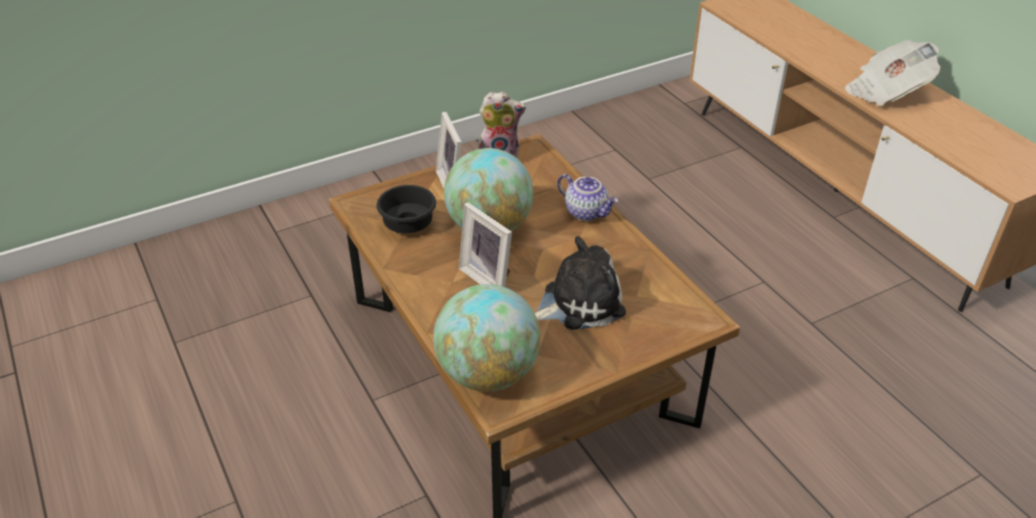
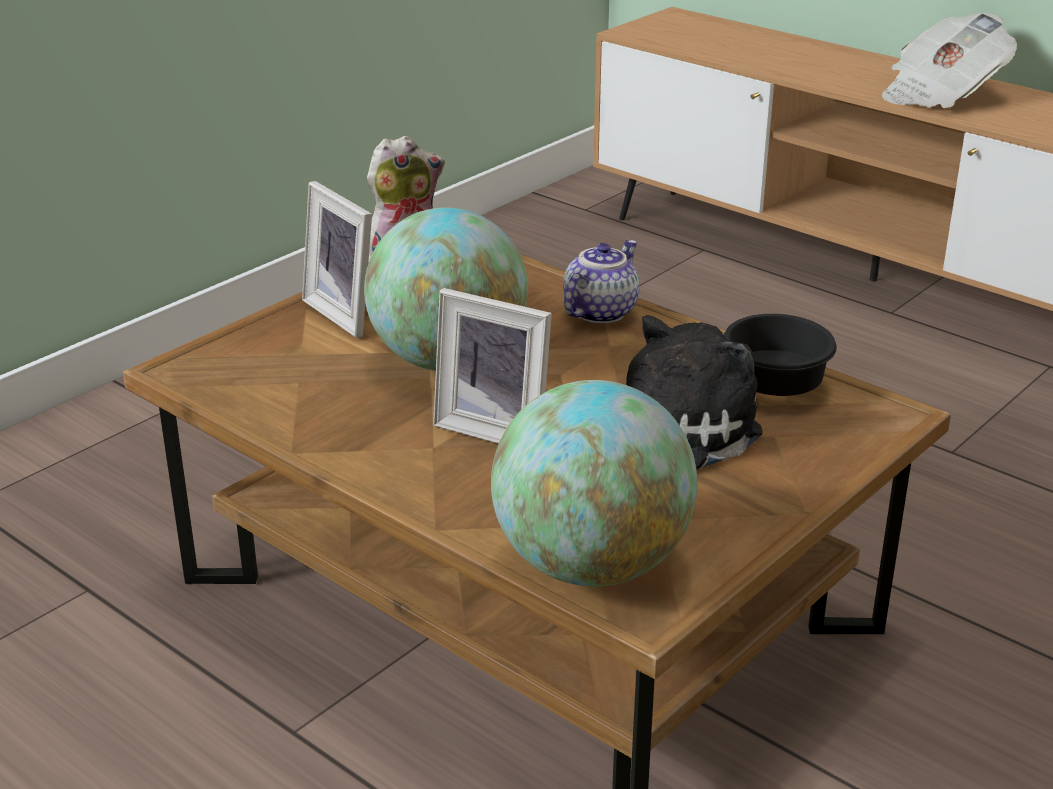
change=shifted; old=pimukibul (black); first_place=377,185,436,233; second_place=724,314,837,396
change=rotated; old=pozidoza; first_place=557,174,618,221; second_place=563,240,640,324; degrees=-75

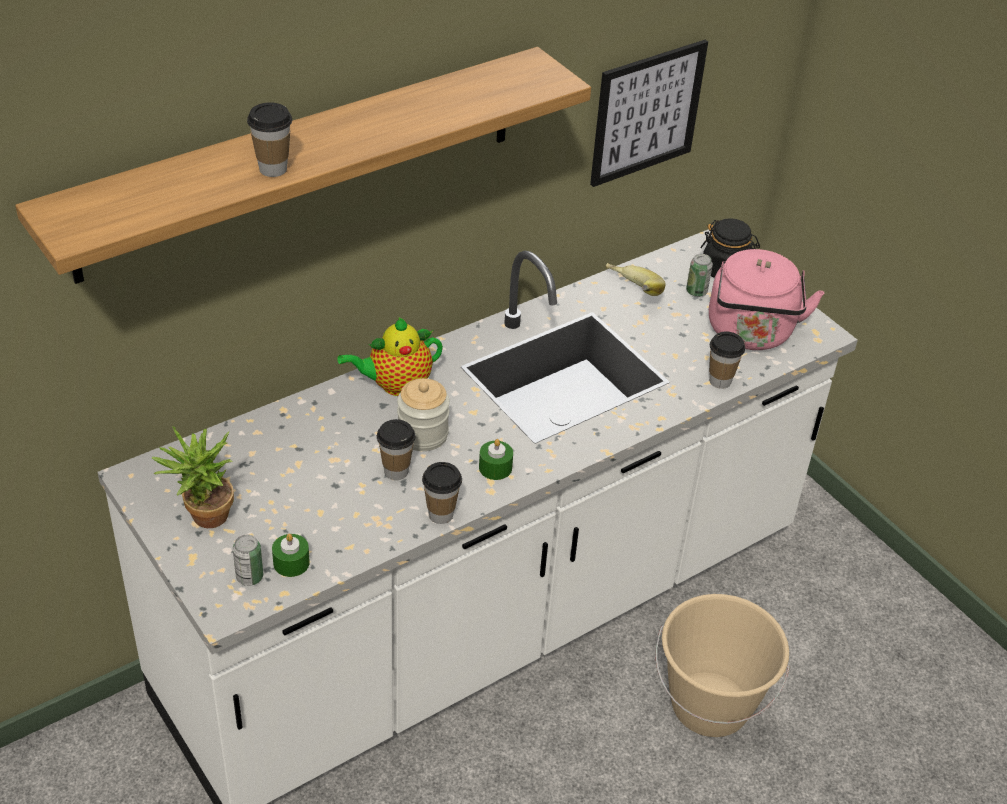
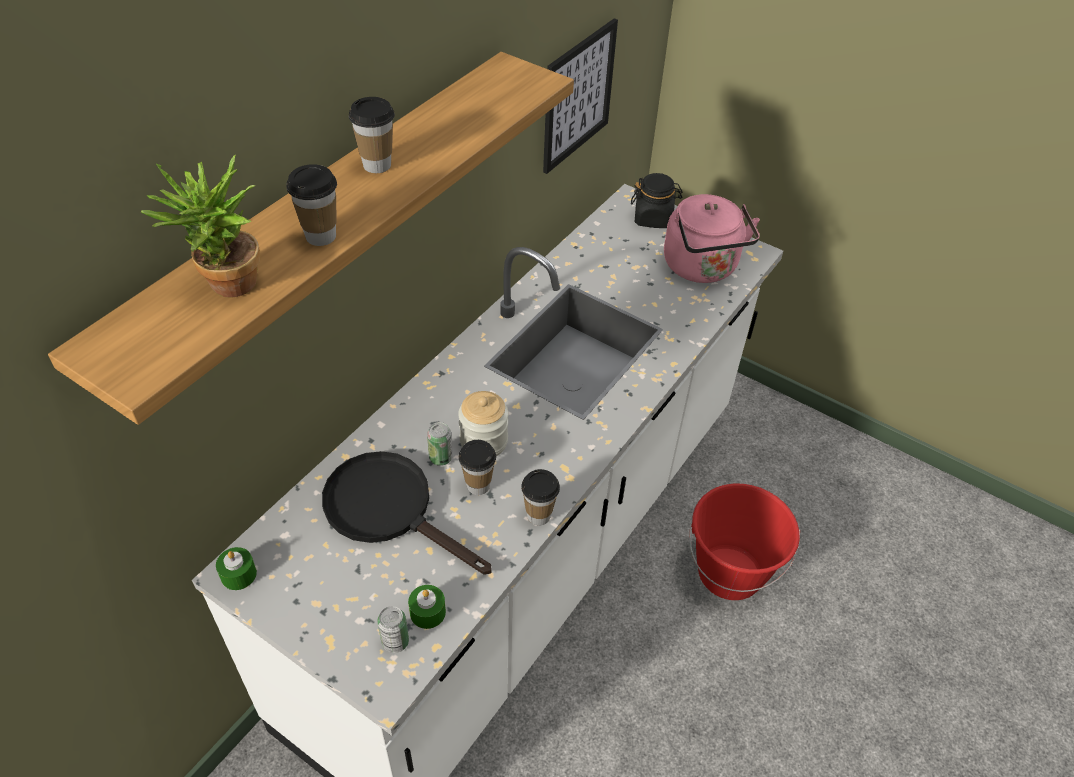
change=shifted; old=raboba; first_place=152,426,234,528; second_place=141,154,260,297
change=gone; old=pozidoza; first_place=337,317,443,396
change=shifted; old=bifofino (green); first_place=479,439,513,480; second_place=216,547,257,590
change=gone; old=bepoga; first_place=606,263,665,296
change=repainted; old=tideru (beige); new=tideru (red); first_place=656,594,790,737; second_place=689,484,800,600
change=shifted; old=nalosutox; first_place=686,254,713,297; second_place=427,422,453,466
change=shifted; old=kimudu; first_place=709,332,745,389; second_place=349,97,395,173
change=new; new=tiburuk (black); second_place=322,451,492,575

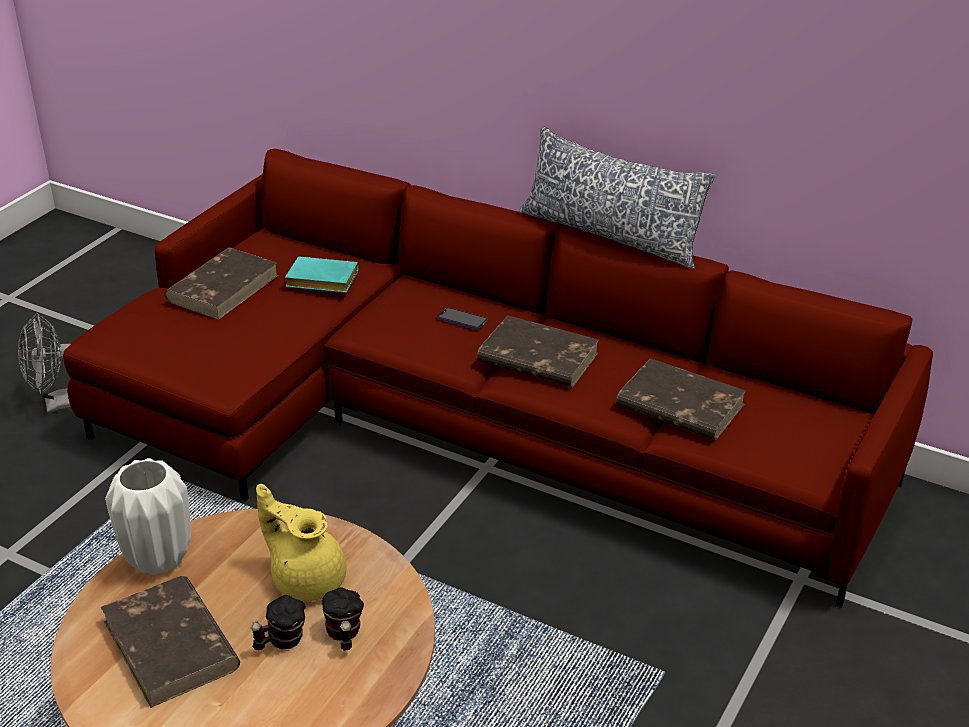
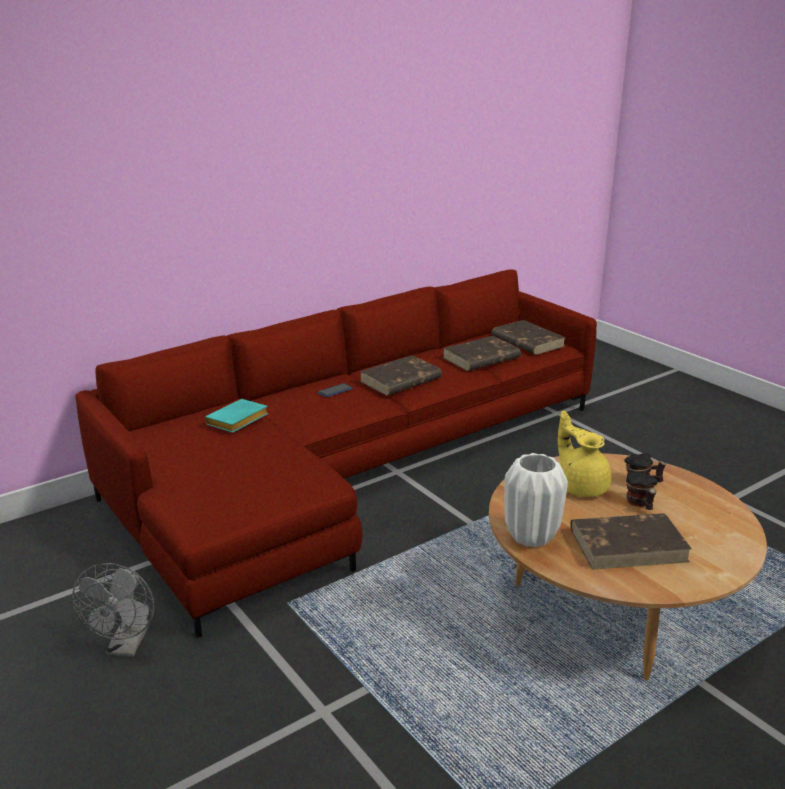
change=shifted; old=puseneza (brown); first_place=165,248,279,320; second_place=492,320,566,355
change=rotated; old=pozidoza (yellow); first_place=256,484,346,601; second_place=558,411,611,497; degrees=90
change=gone; old=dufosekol; first_place=519,126,716,269

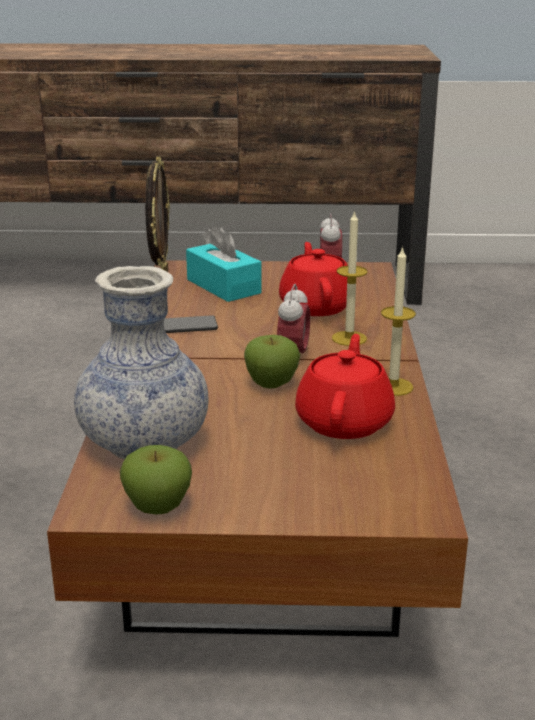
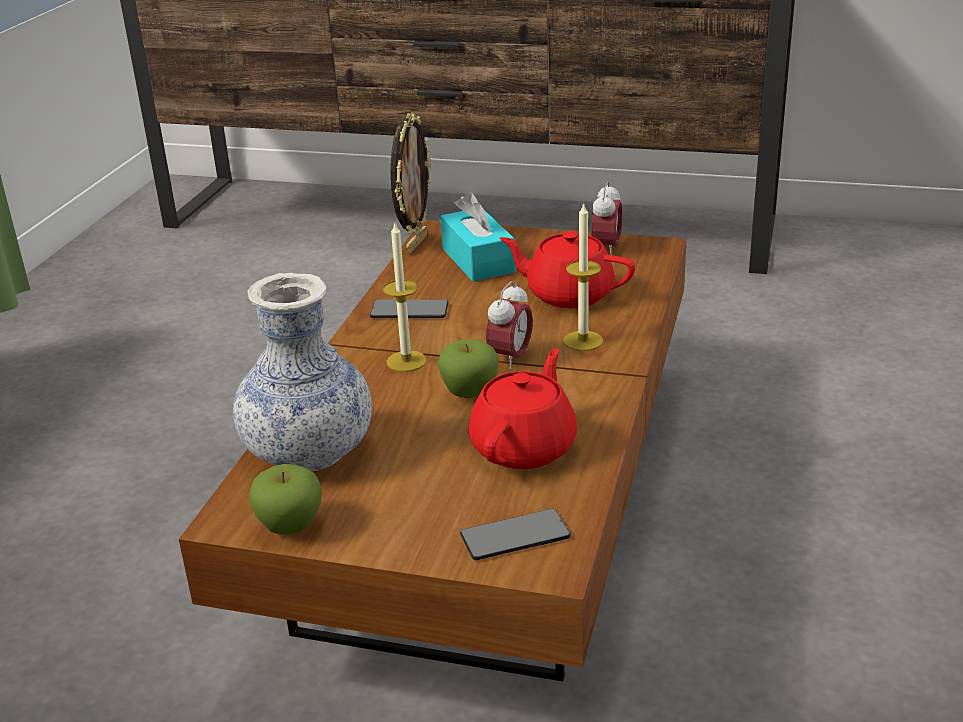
change=rotated; old=pozidoza (red); first_place=279,242,348,316; second_place=500,231,635,308; degrees=-75
change=shifted; old=bifofino; first_place=381,246,416,396; second_place=383,221,427,372
change=new; new=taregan; second_place=460,509,571,560

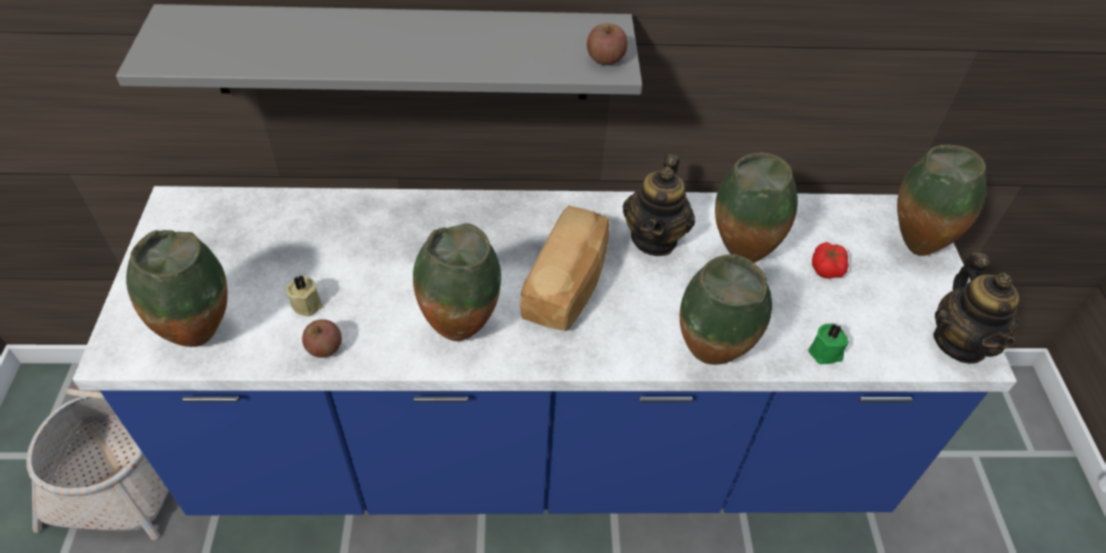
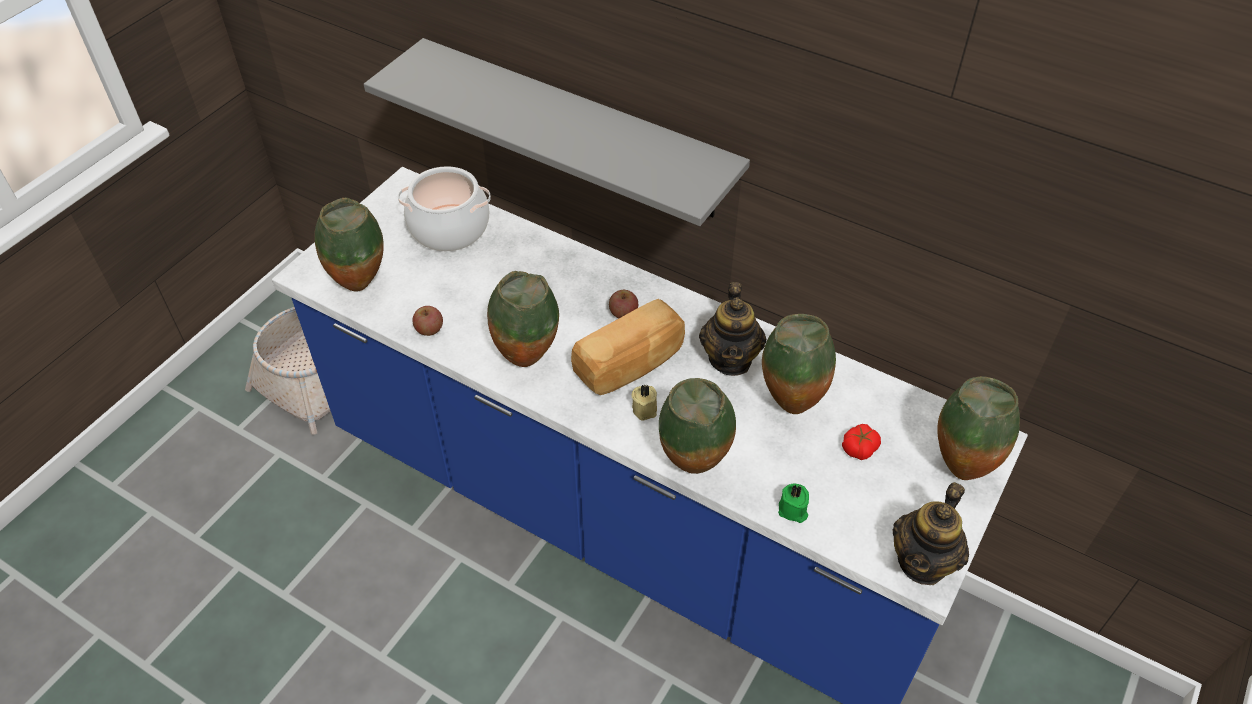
change=shifted; old=bifofino (beige); first_place=286,275,323,317; second_place=631,385,657,421
change=shifted; old=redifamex; first_place=587,24,628,65; second_place=609,290,638,318
change=rotated; old=pozidoza; first_place=623,154,695,256; second_place=699,282,767,376; degrees=-45
change=new; new=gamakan; second_place=398,166,491,251

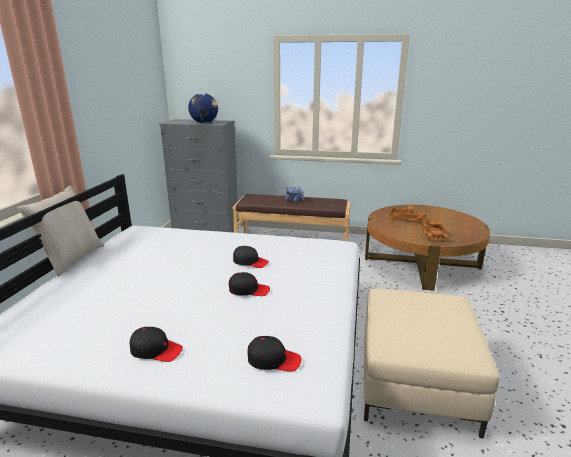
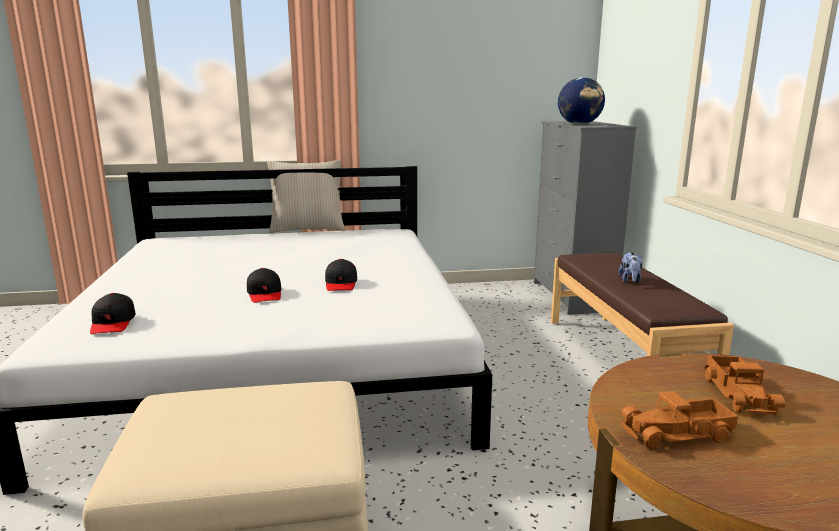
change=gone; old=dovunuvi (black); first_place=130,327,183,362

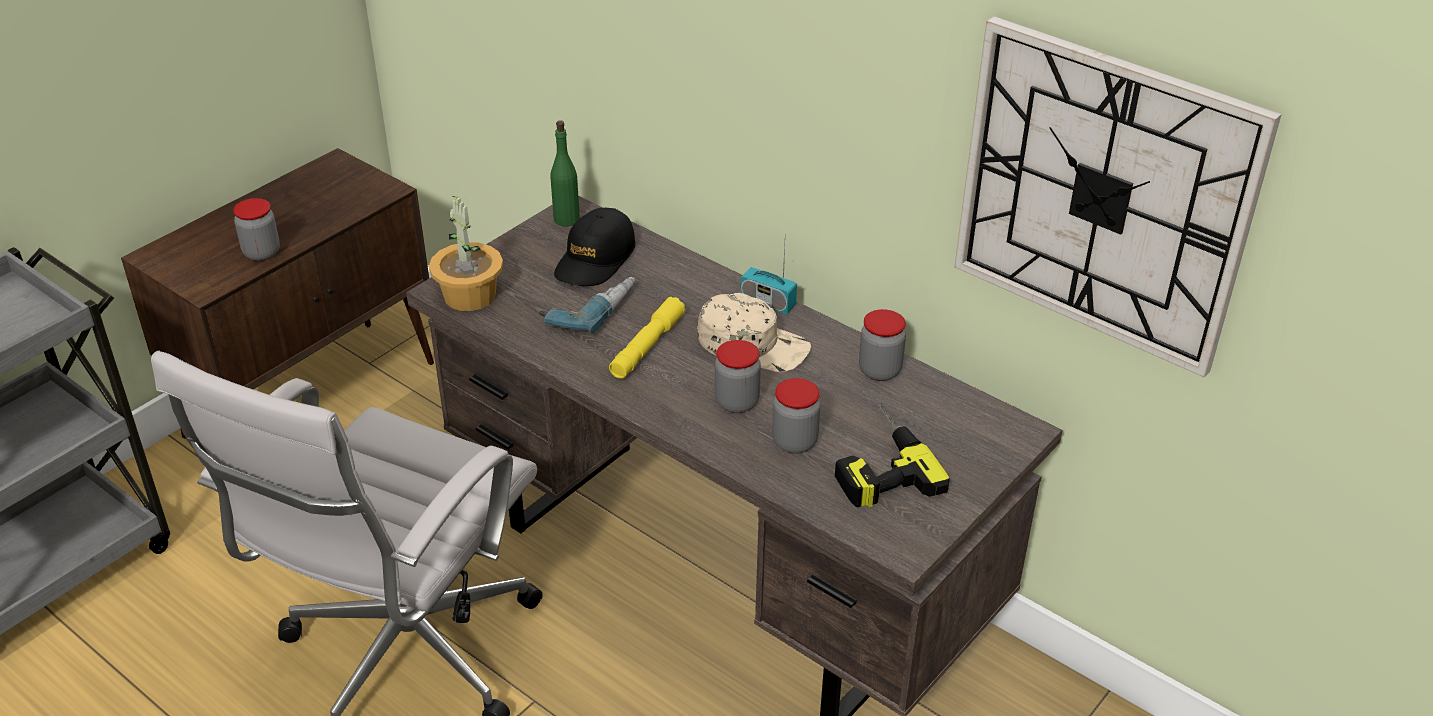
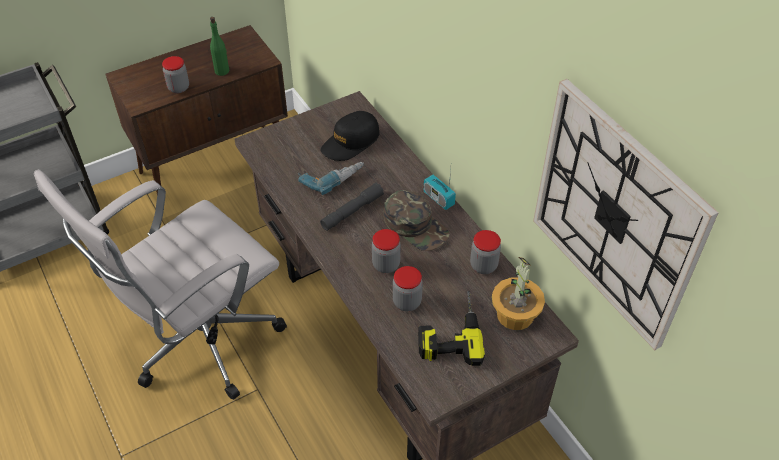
change=shifted; old=raboba; first_place=429,196,503,311; second_place=492,257,545,330
change=shifted; old=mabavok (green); first_place=551,120,580,227; second_place=210,17,229,76
change=repainted; old=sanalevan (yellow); new=sanalevan (grey); first_place=609,297,686,379; second_place=320,183,384,231
change=repainted; old=dovunuvi (beige); new=dovunuvi (green); first_place=697,293,811,372; second_place=383,190,450,251

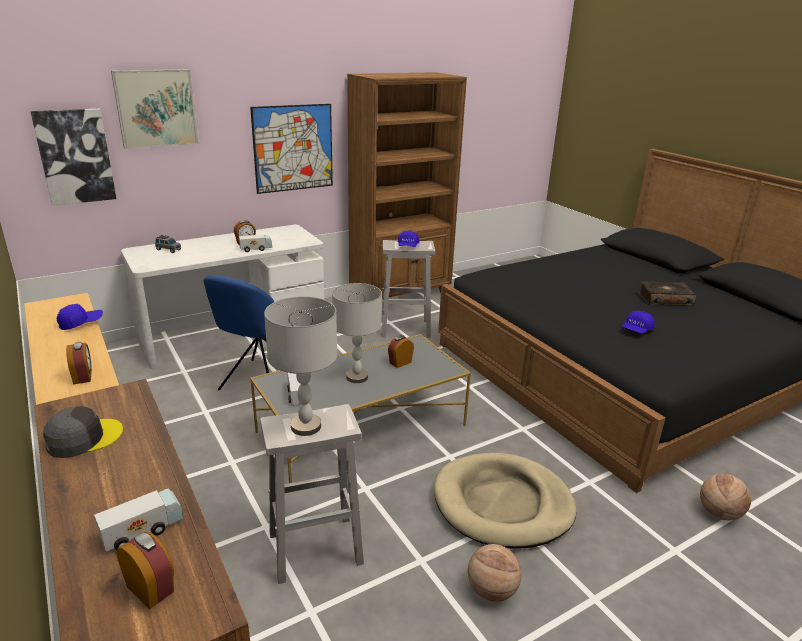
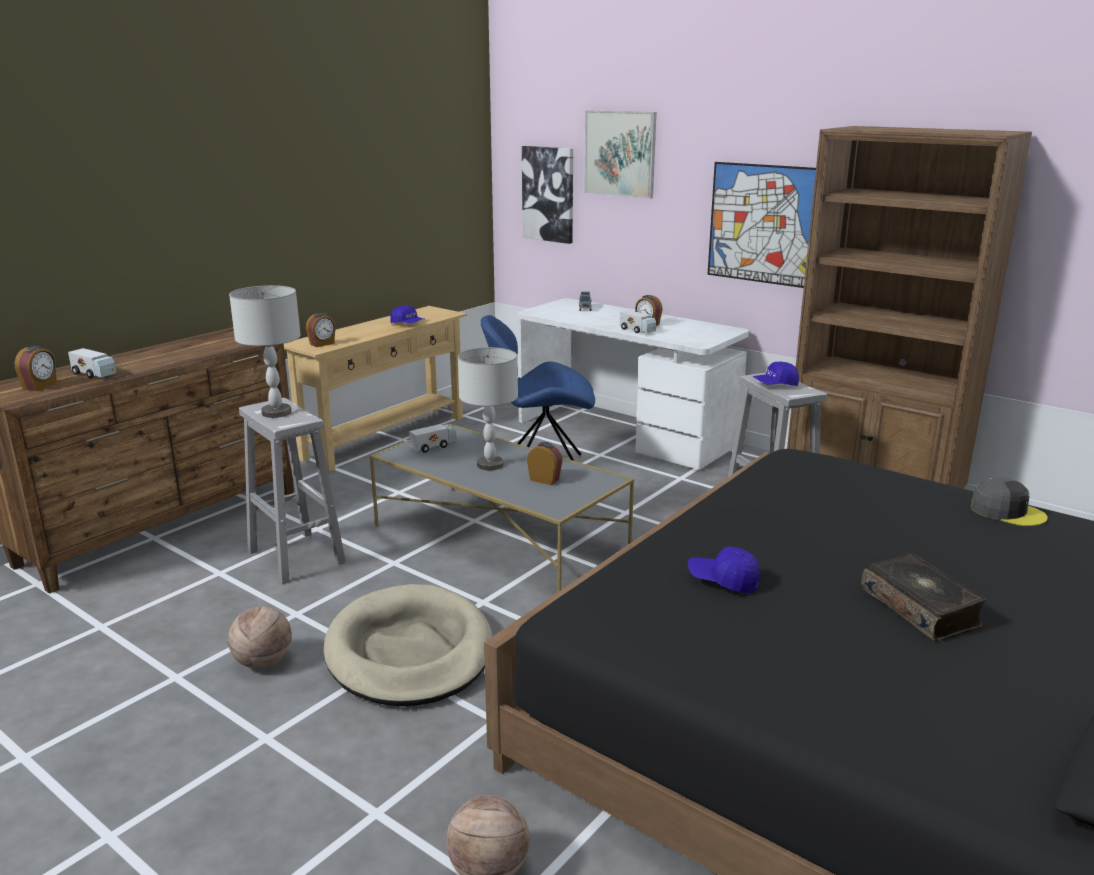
change=shifted; old=dovunuvi (grey); first_place=43,406,123,458; second_place=970,477,1048,526

